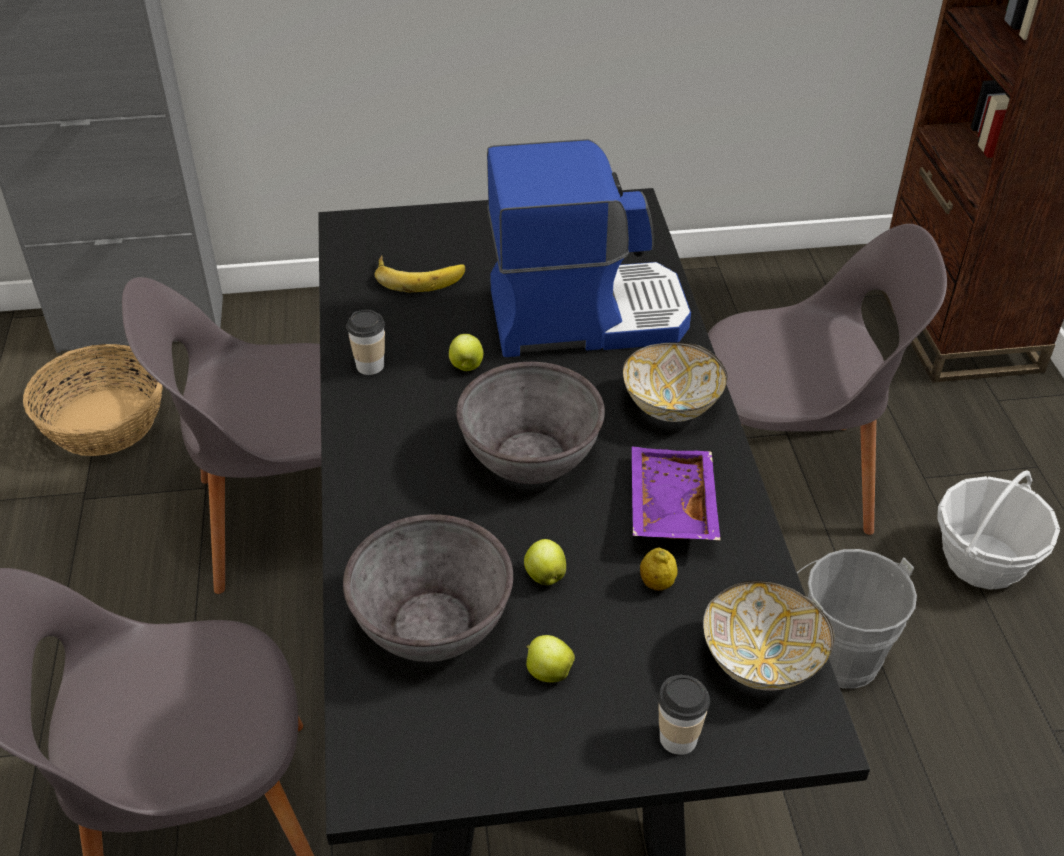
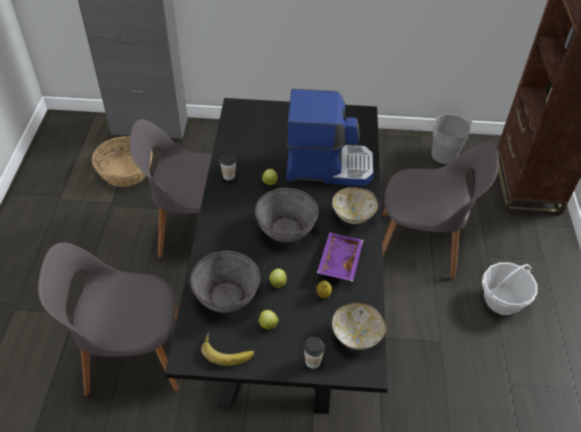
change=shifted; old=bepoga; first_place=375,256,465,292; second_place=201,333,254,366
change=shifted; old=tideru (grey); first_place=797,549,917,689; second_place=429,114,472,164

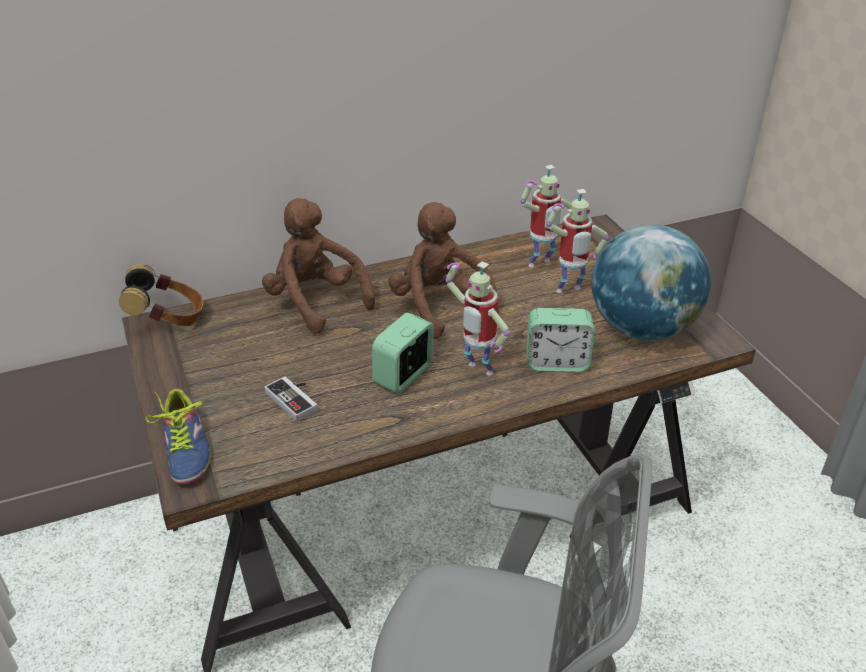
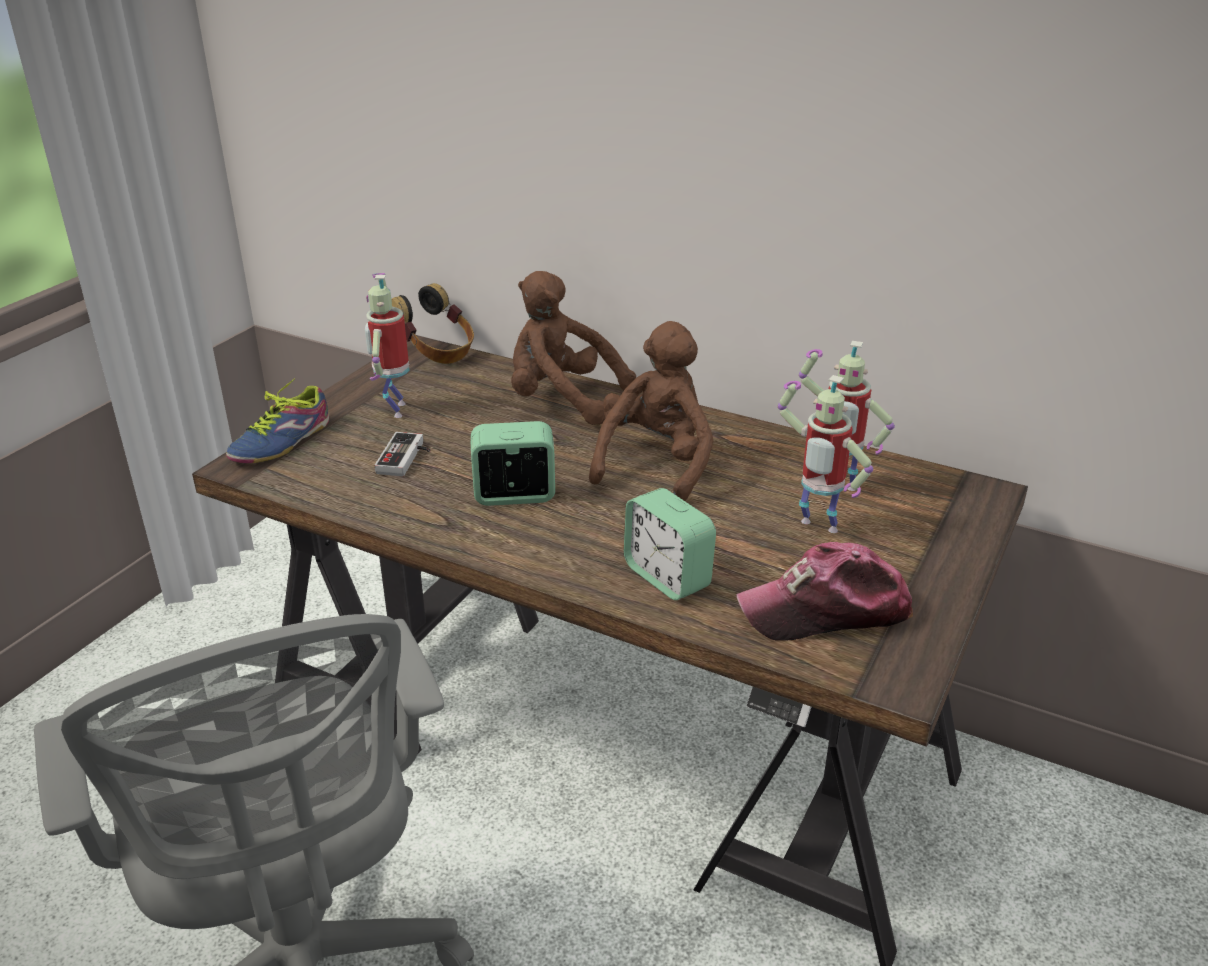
change=rotated; old=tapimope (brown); first_place=262,198,375,333; second_place=511,271,636,425; degrees=-75
change=shifted; old=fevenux; first_place=445,261,510,376; second_place=365,273,409,418
change=swapped; old=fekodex; new=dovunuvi; first_place=592,225,711,341; second_place=736,542,913,641

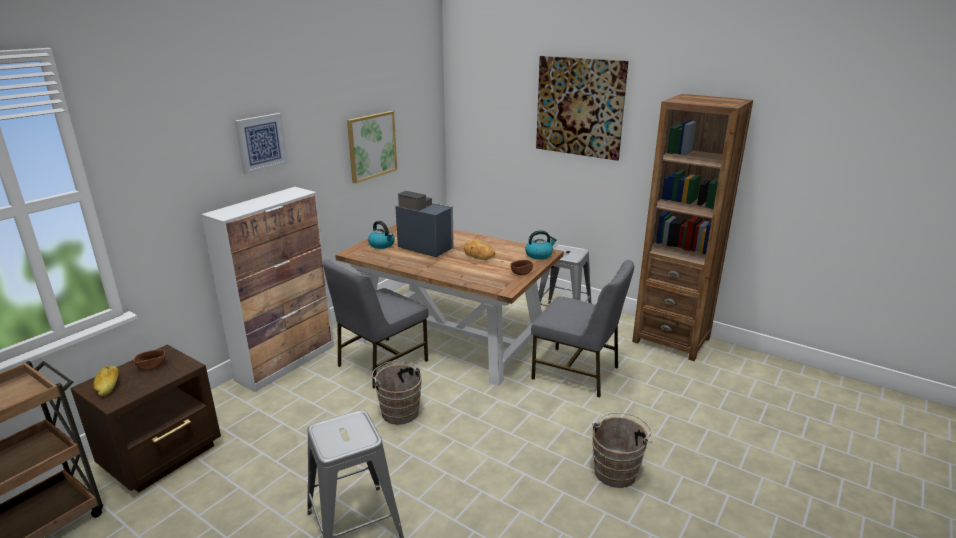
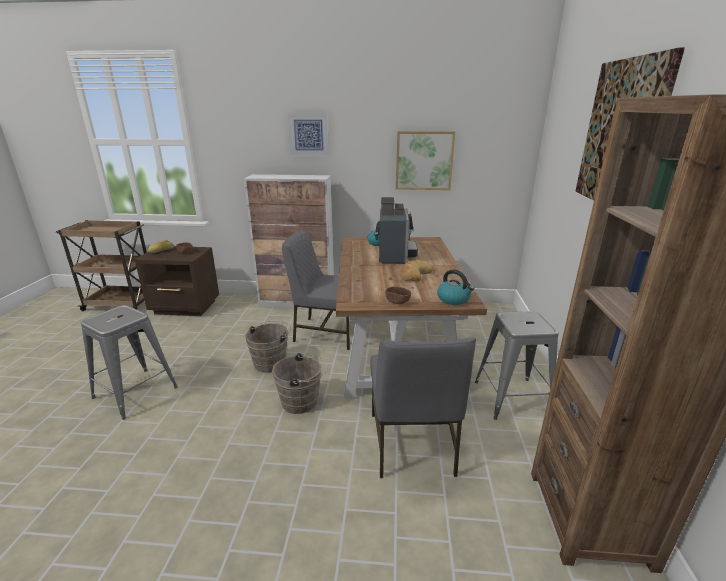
change=shifted; old=tideru (brown); first_place=592,412,652,488; second_place=272,353,327,414

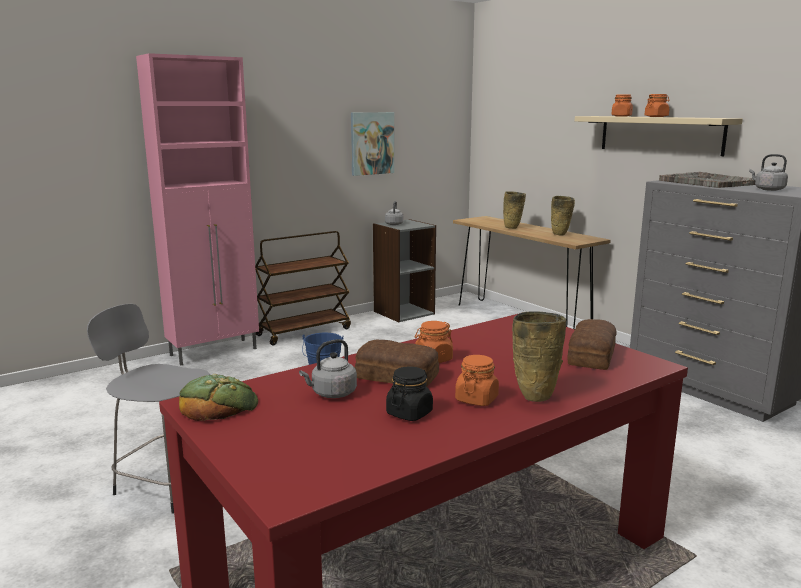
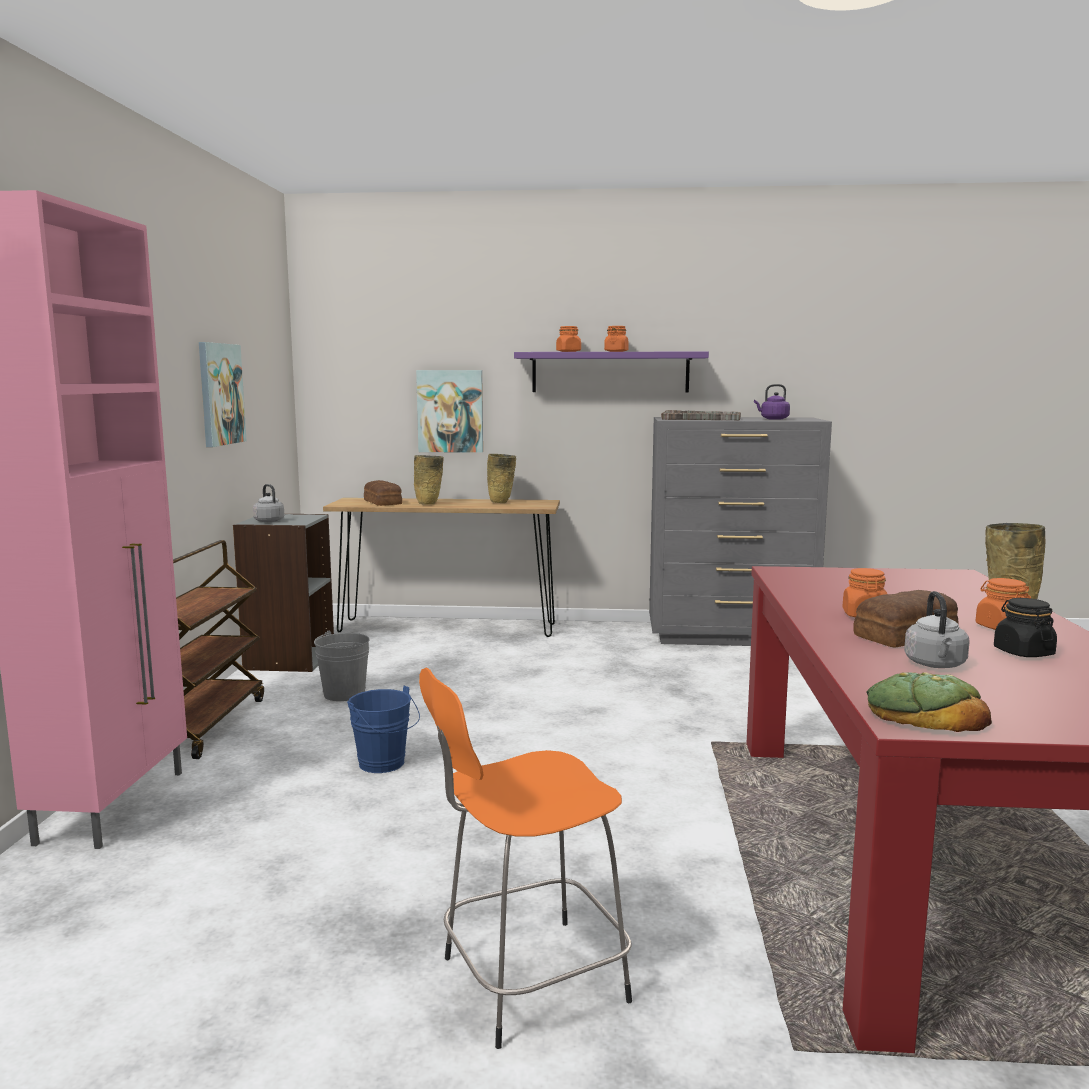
change=repainted; old=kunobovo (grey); new=kunobovo (orange); first_place=87,304,210,514; second_place=419,668,632,1049
change=shifted; old=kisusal; first_place=568,319,617,370; second_place=364,480,402,506
change=repainted; old=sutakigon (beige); new=sutakigon (purple); first_place=575,116,743,156; second_place=514,352,709,392
change=repainted; old=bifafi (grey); new=bifafi (purple); first_place=749,154,788,191; second_place=754,384,790,420
change=new; new=tideru (grey); second_place=314,631,369,701
change=new; new=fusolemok; second_place=416,370,483,453

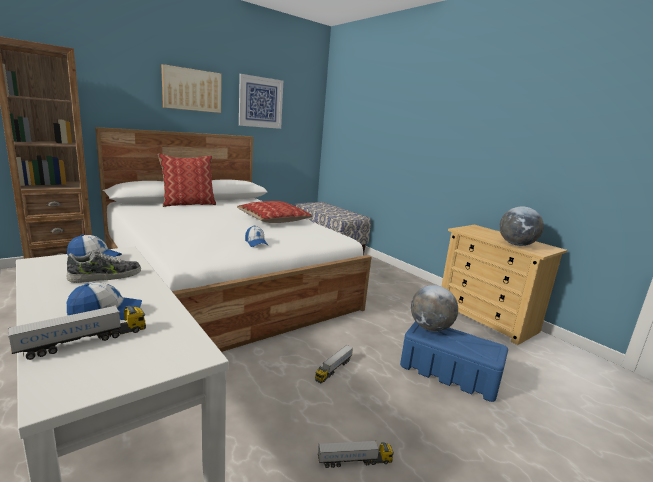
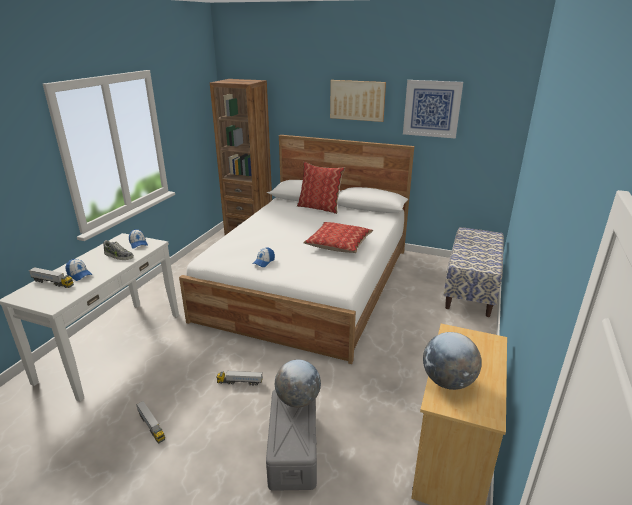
change=repainted; old=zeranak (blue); new=zeranak (grey); first_place=400,321,508,402; second_place=266,390,317,491

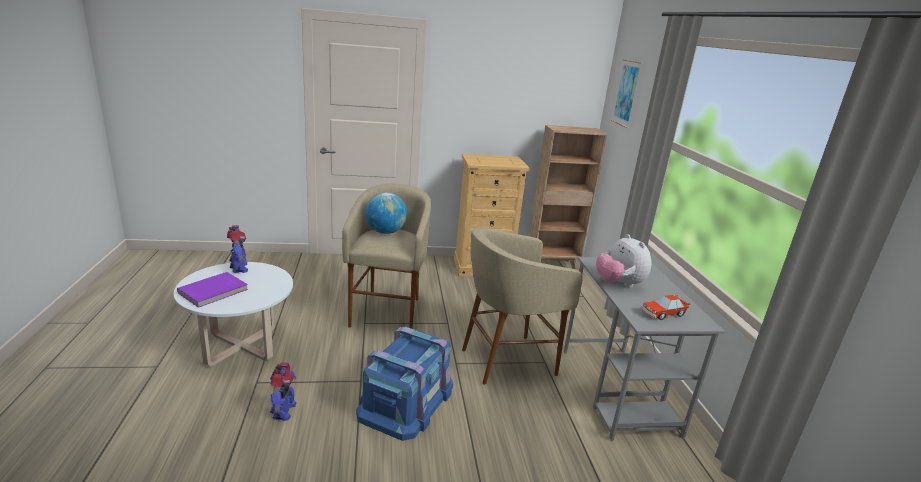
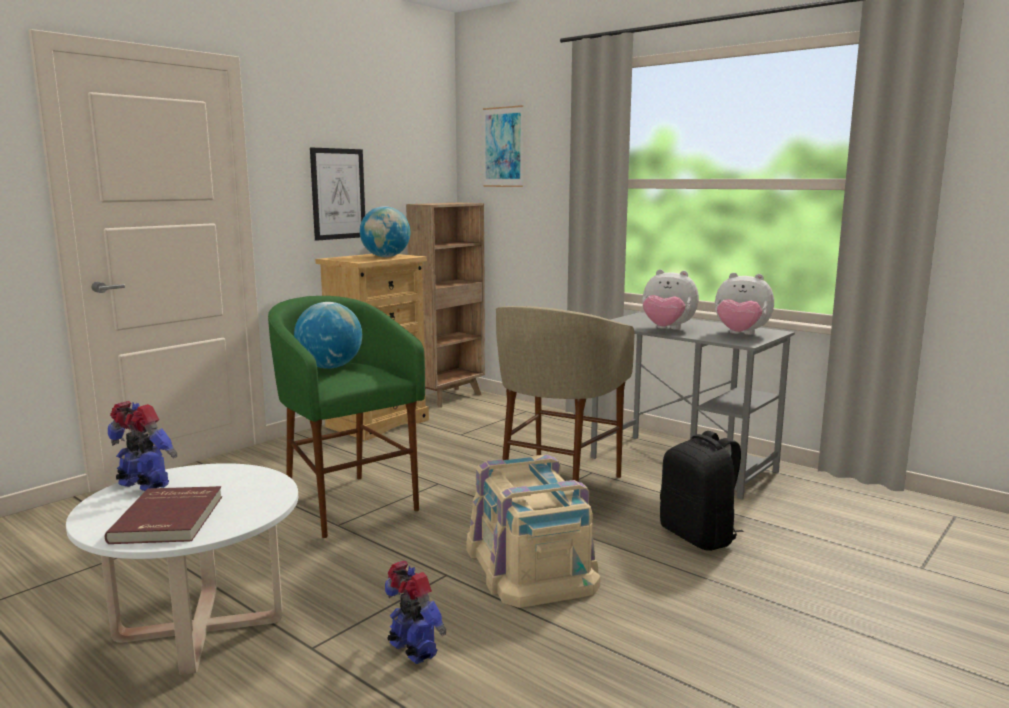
change=repainted; old=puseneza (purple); new=puseneza (red); first_place=177,272,248,308; second_place=105,486,222,544
change=repainted; old=kunobovo (beige); new=kunobovo (green); first_place=342,183,431,329; second_place=268,296,425,538
change=repainted; old=zeranak (blue); new=zeranak (beige); first_place=356,327,453,441; second_place=466,454,601,608
change=swapped; old=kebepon; new=tapimope; first_place=642,295,691,320; second_place=715,273,774,335
change=new; new=fusolemok; second_place=310,148,365,241
change=new; new=fekodex; second_place=360,206,410,257
change=new; new=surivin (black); second_place=660,431,743,551

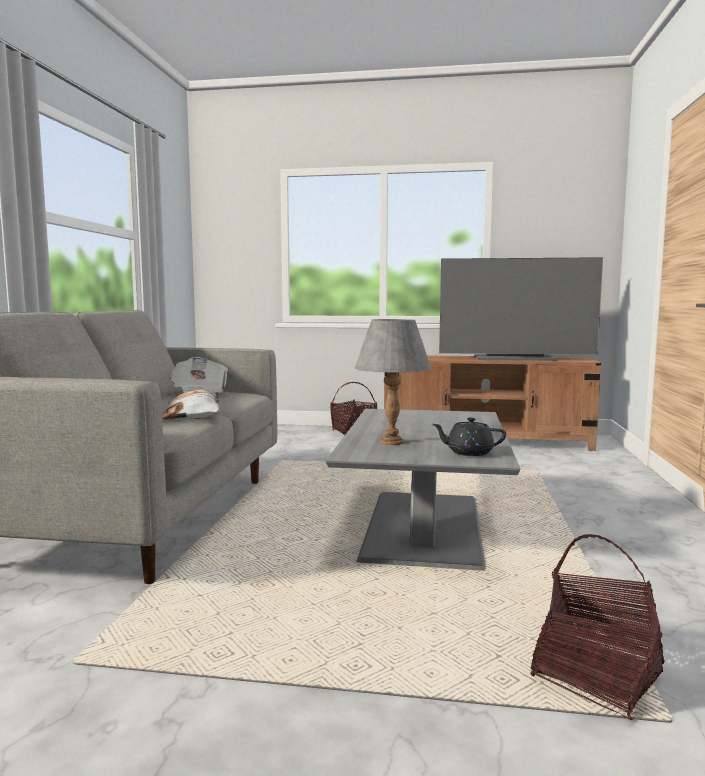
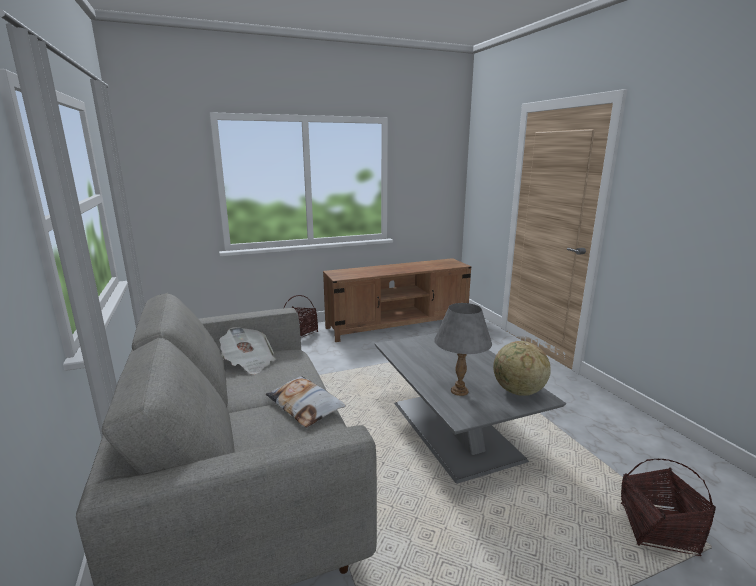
change=swapped; old=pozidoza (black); new=fekodex; first_place=432,417,506,456; second_place=493,341,551,396
change=gone; old=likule; first_place=439,257,603,361

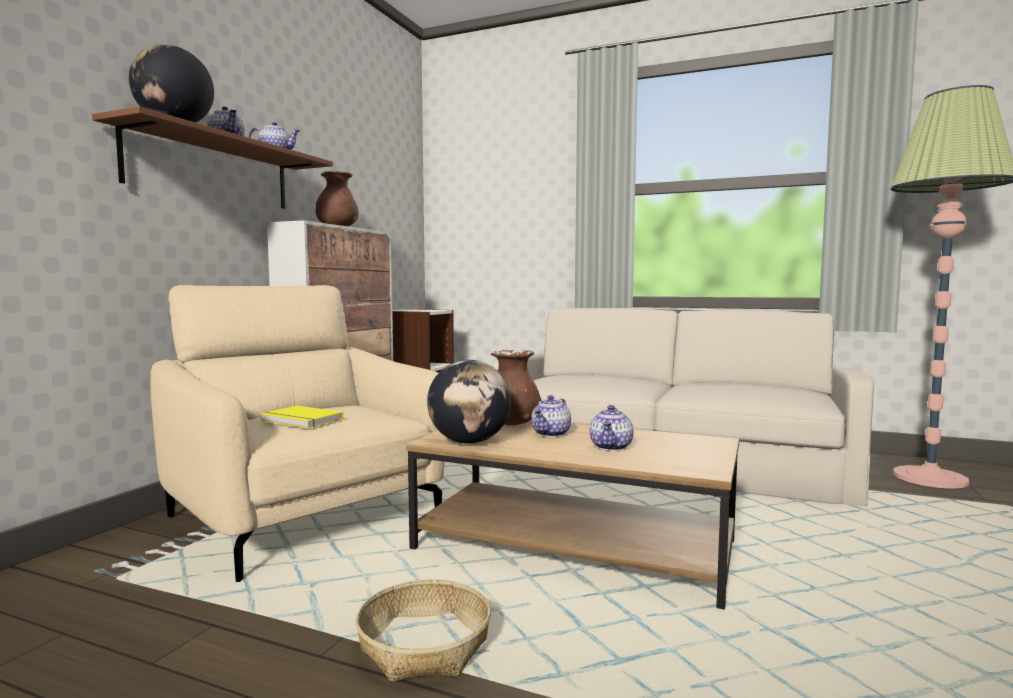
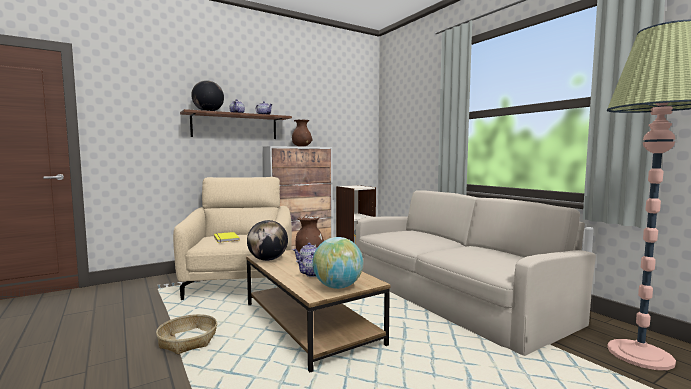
change=new; new=fekodex; second_place=312,237,363,289

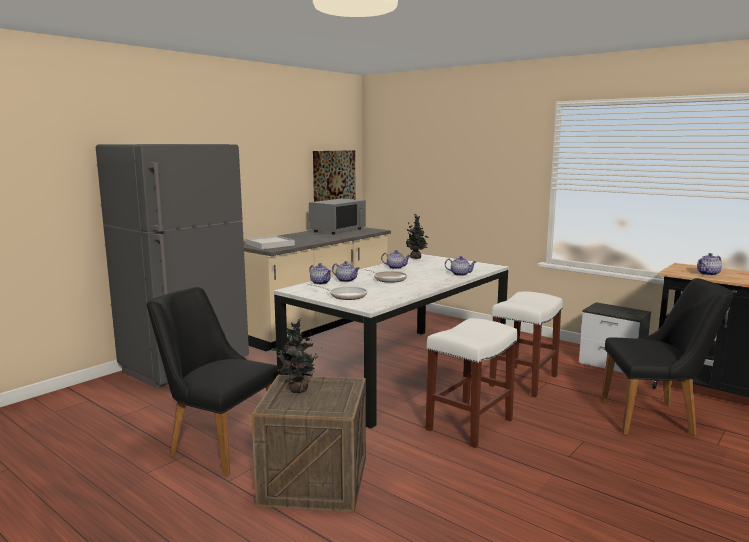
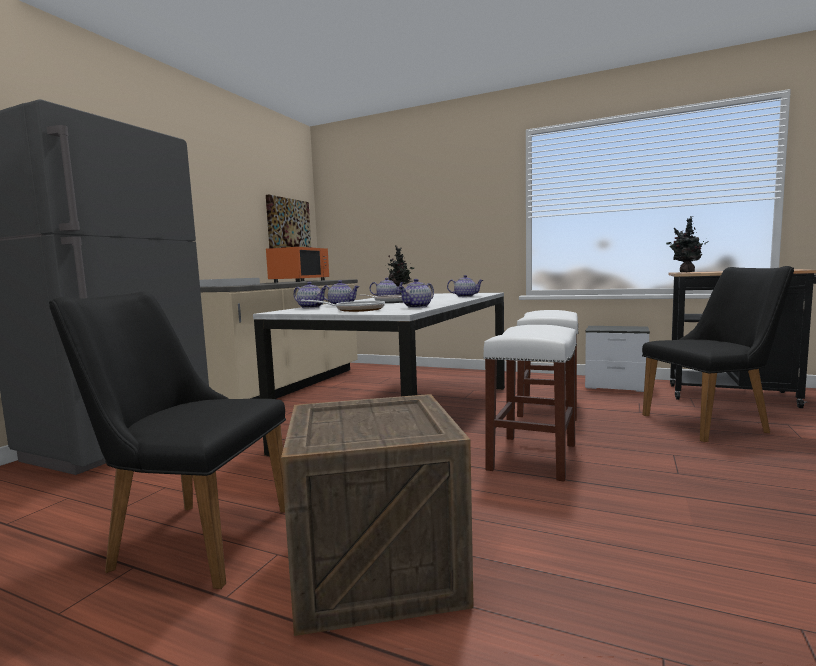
change=shifted; old=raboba; first_place=271,318,322,393; second_place=666,216,709,272
change=repainted; old=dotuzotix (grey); new=dotuzotix (orange); first_place=309,199,366,235; second_place=266,247,329,283
change=shifted; old=pozidoza; first_place=697,253,722,276; second_place=398,279,434,308

